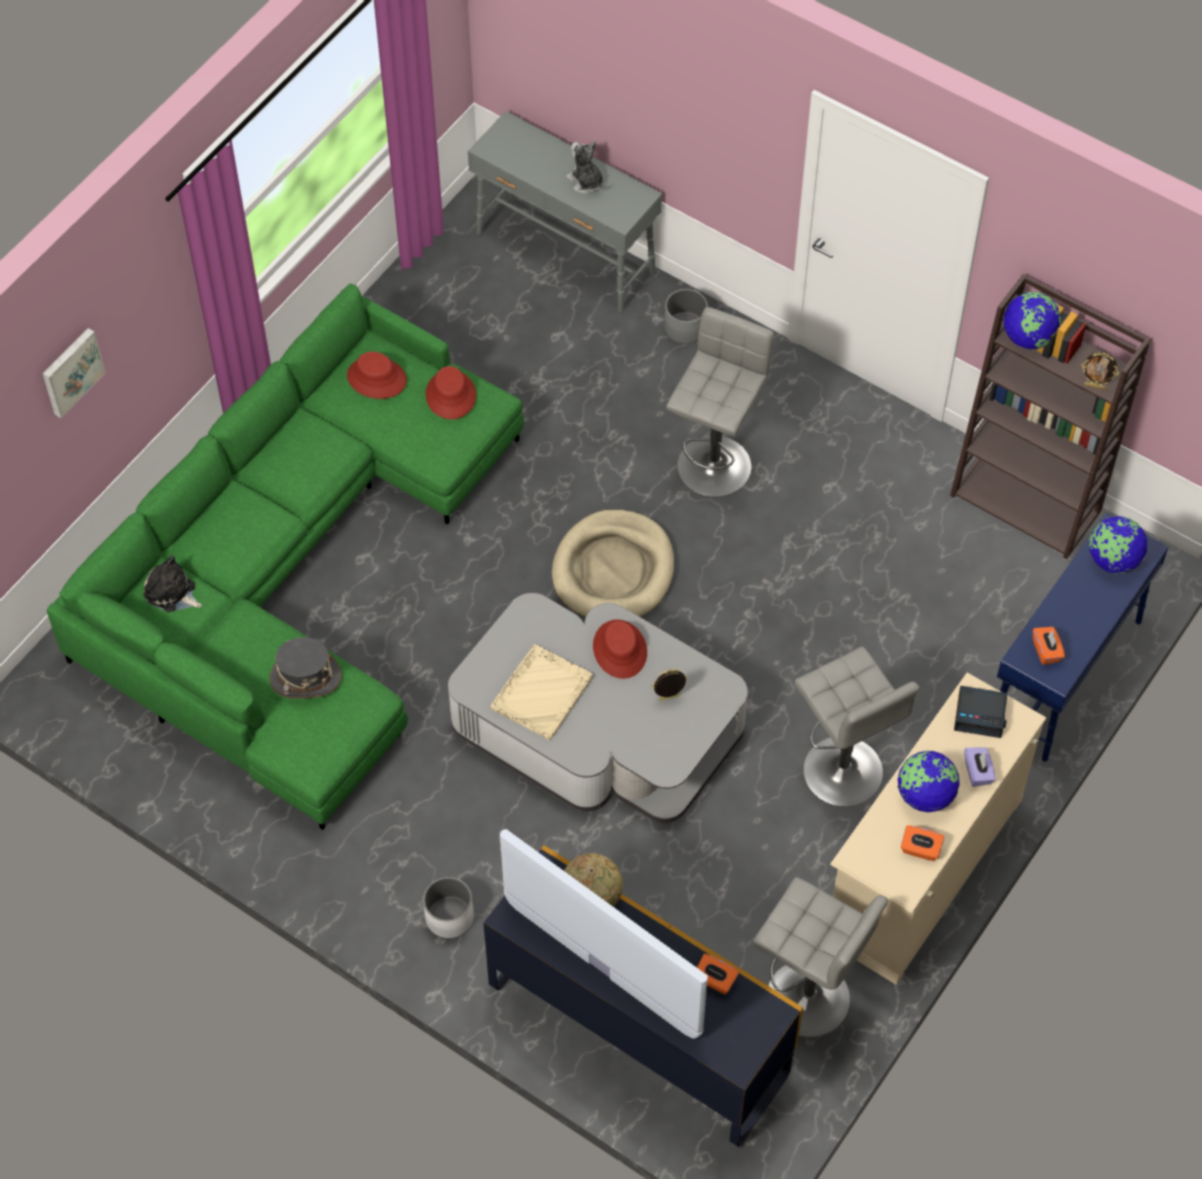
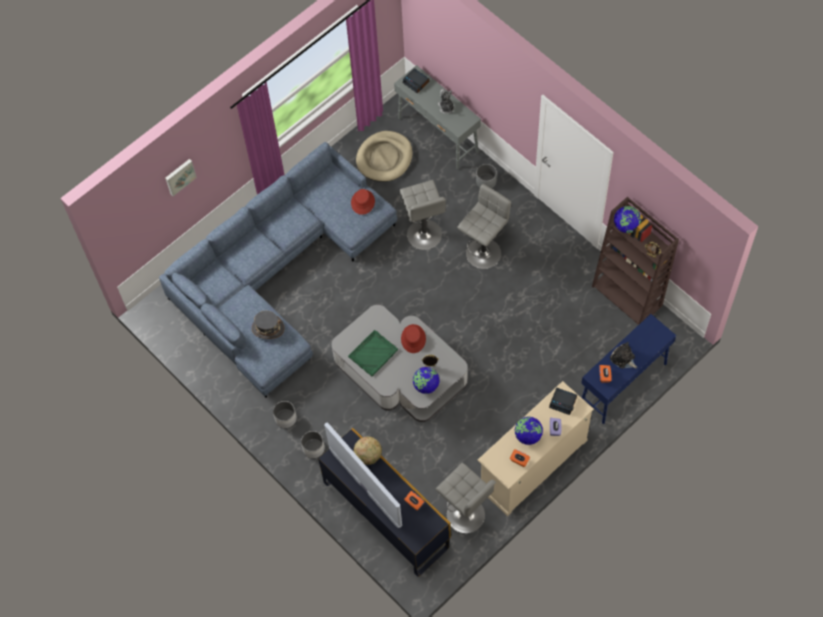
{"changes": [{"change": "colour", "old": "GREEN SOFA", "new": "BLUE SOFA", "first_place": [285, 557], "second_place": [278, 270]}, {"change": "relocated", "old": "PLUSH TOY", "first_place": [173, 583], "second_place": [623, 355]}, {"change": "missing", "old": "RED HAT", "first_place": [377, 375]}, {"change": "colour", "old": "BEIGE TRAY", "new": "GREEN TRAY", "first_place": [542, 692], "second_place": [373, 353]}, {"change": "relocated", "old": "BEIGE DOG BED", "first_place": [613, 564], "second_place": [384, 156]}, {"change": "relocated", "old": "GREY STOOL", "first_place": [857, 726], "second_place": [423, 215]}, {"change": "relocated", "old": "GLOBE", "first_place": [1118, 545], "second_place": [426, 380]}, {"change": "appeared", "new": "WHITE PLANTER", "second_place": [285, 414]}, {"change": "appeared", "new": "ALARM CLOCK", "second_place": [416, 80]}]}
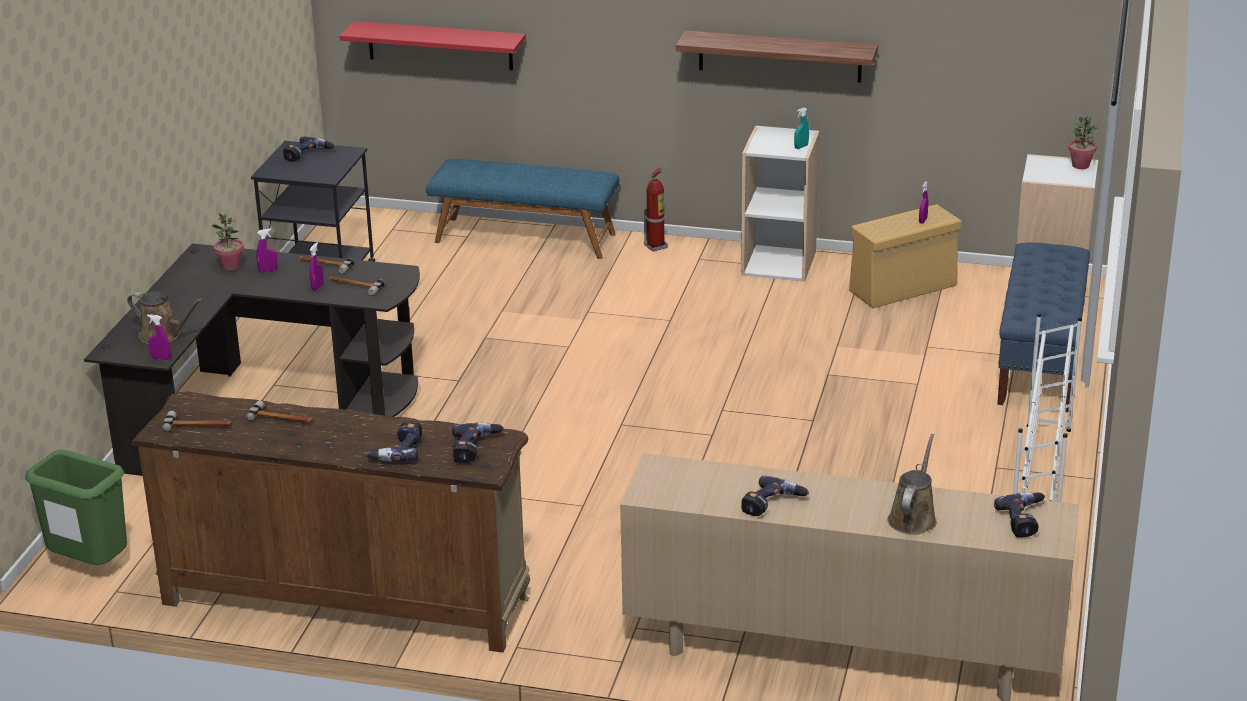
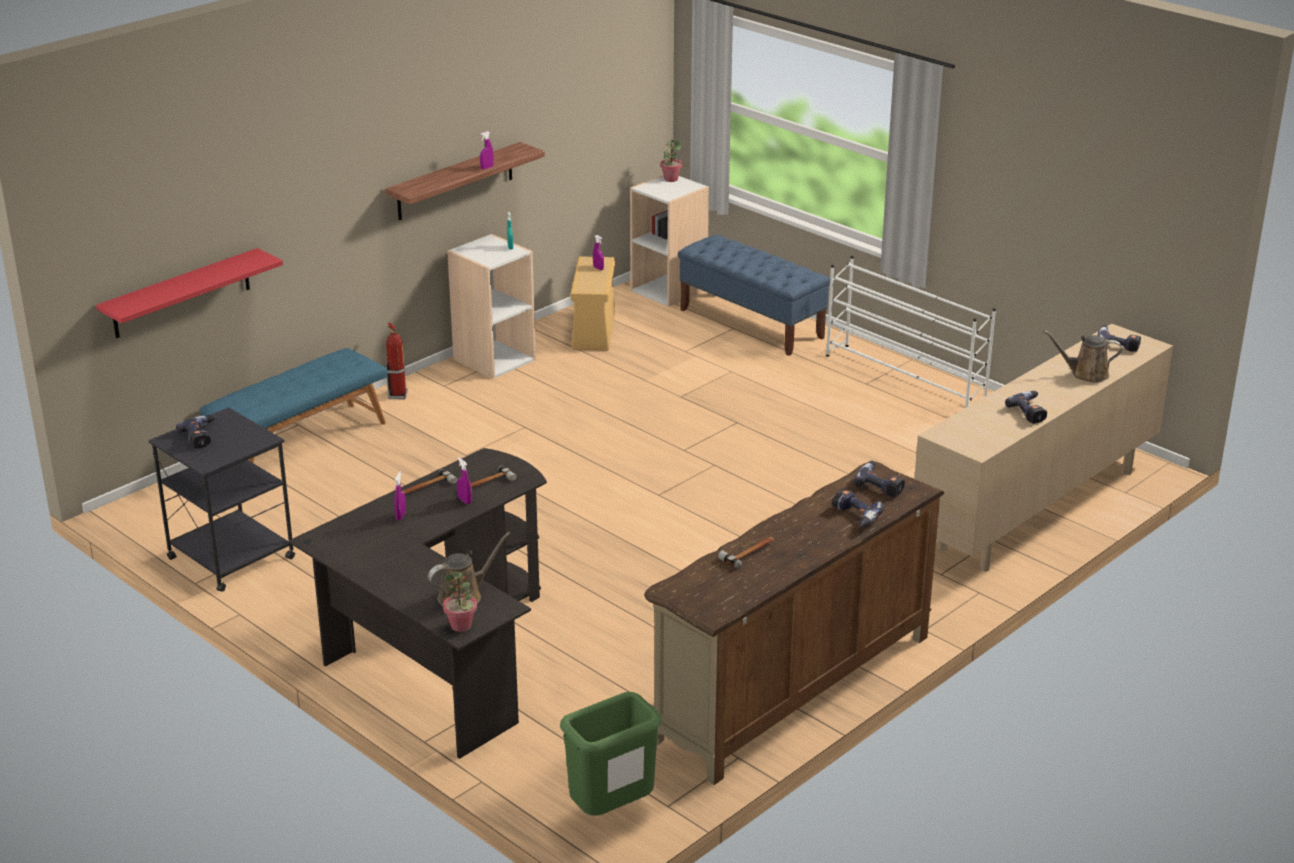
{"changes": [{"change": "relocated", "old": "PURPLE SPRAY BOTTLE", "first_place": [158, 337], "second_place": [487, 150]}, {"change": "missing", "old": "HAMMER", "first_place": [196, 421]}, {"change": "relocated", "old": "POTTED PLANT", "first_place": [228, 241], "second_place": [460, 601]}, {"change": "spun", "old": "BROWN WATERING CAN", "first_place": [912, 484], "second_place": [1082, 356], "degrees": -45}]}
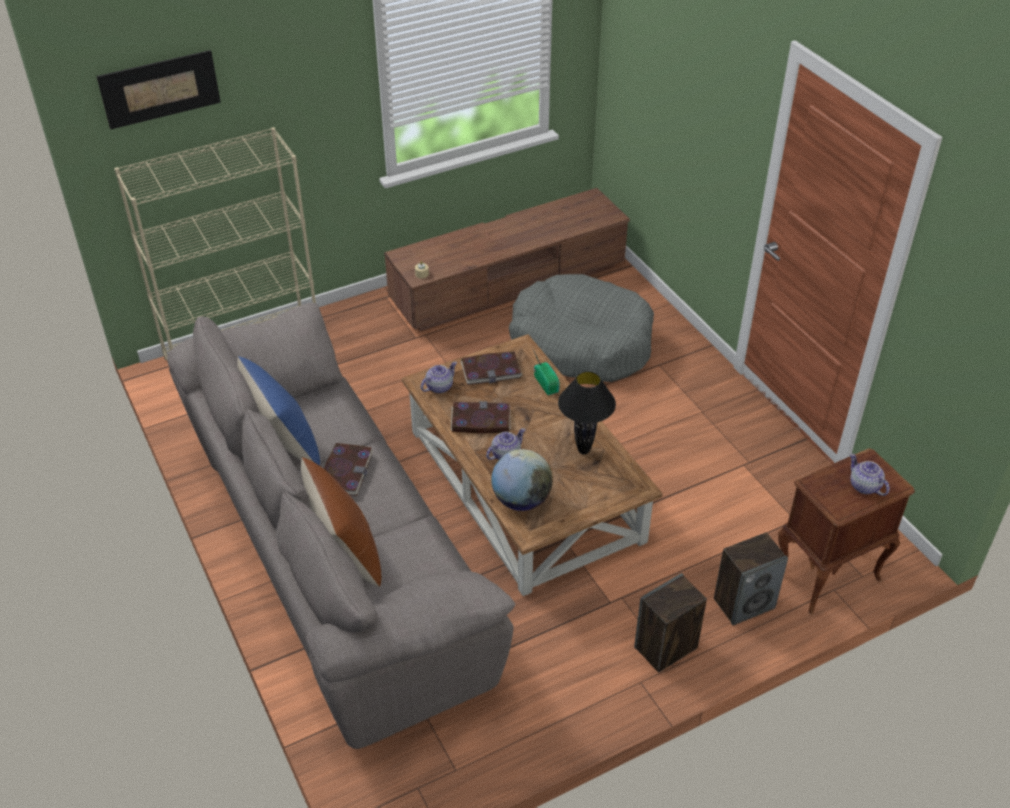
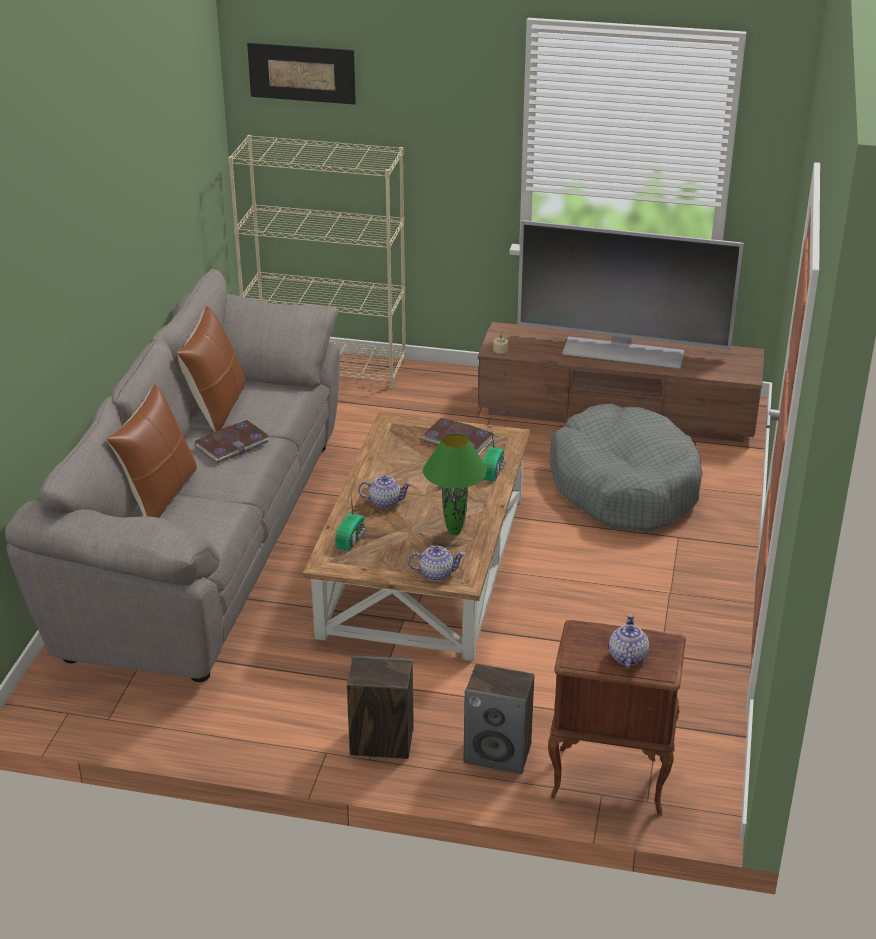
{"changes": [{"change": "colour", "old": "BLUE PILLOW", "new": "BROWN PILLOW", "first_place": [278, 411], "second_place": [211, 369]}, {"change": "relocated", "old": "TEAPOT", "first_place": [439, 377], "second_place": [436, 563]}, {"change": "missing", "old": "BOOK", "first_place": [481, 417]}, {"change": "exchanged", "old": "GLOBE", "new": "RADIO", "first_place": [522, 480], "second_place": [350, 523]}, {"change": "colour", "old": "BLACK TABLE LAMP", "new": "GREEN TABLE LAMP", "first_place": [587, 412], "second_place": [455, 484]}, {"change": "appeared", "new": "TELEVISION", "second_place": [630, 294]}]}
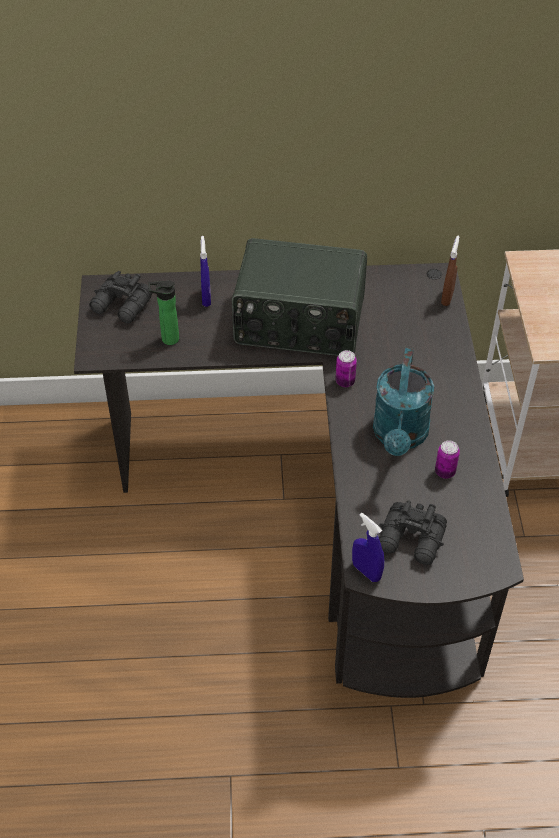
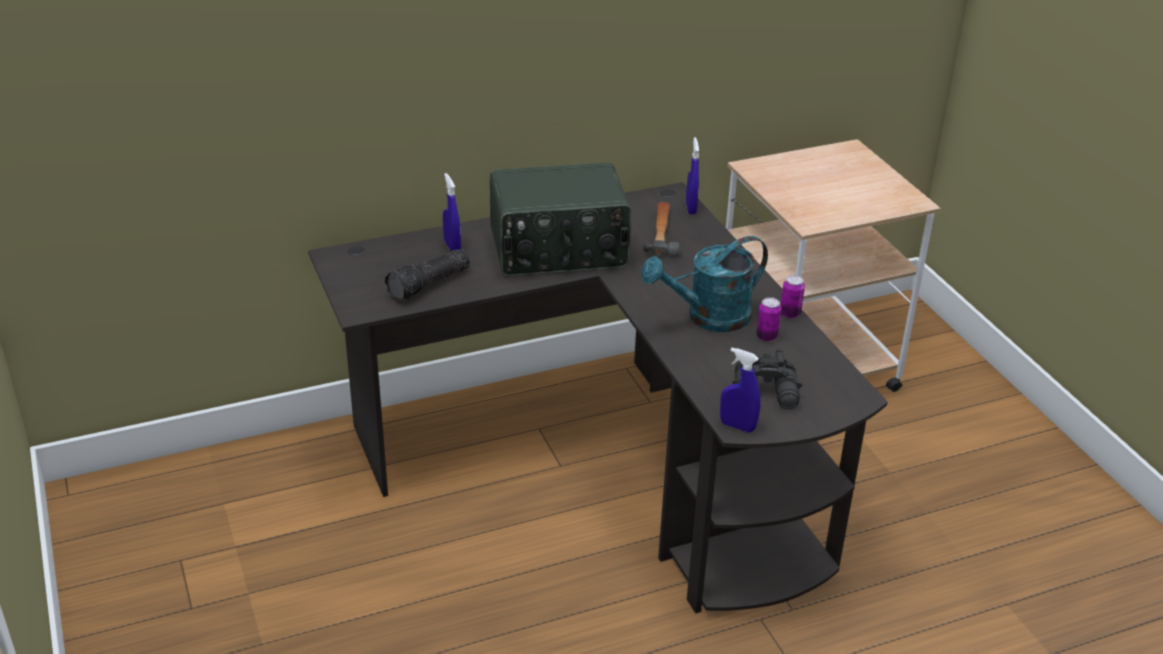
{"changes": [{"change": "missing", "old": "BLACK BINOCULARS", "first_place": [120, 297]}, {"change": "exchanged", "old": "BOTTLE", "new": "FLASHLIGHT", "first_place": [163, 312], "second_place": [427, 275]}, {"change": "relocated", "old": "CAN", "first_place": [346, 368], "second_place": [793, 296]}, {"change": "spun", "old": "TURQUOISE WATERING CAN", "first_place": [403, 402], "second_place": [704, 284], "degrees": 75}, {"change": "colour", "old": "BROWN SPRAY BOTTLE", "new": "BLUE SPRAY BOTTLE", "first_place": [450, 271], "second_place": [692, 175]}, {"change": "appeared", "new": "HAMMER", "second_place": [661, 229]}]}
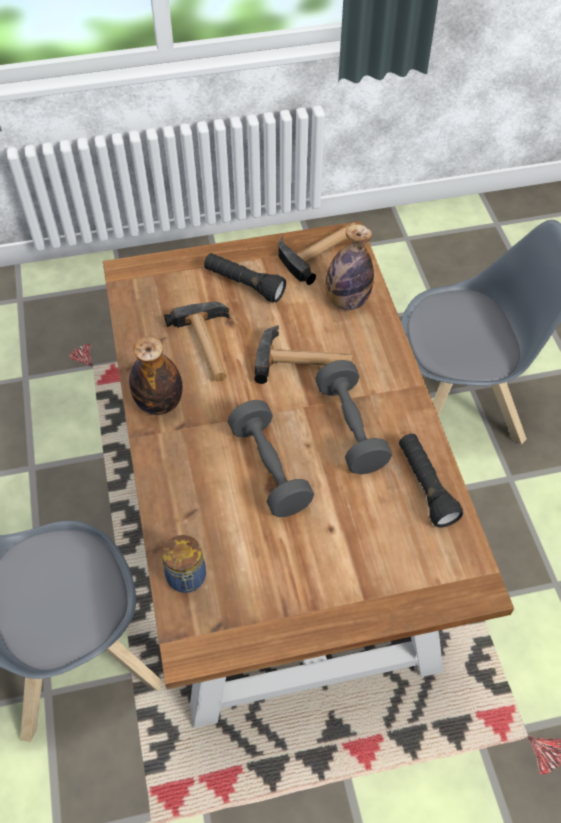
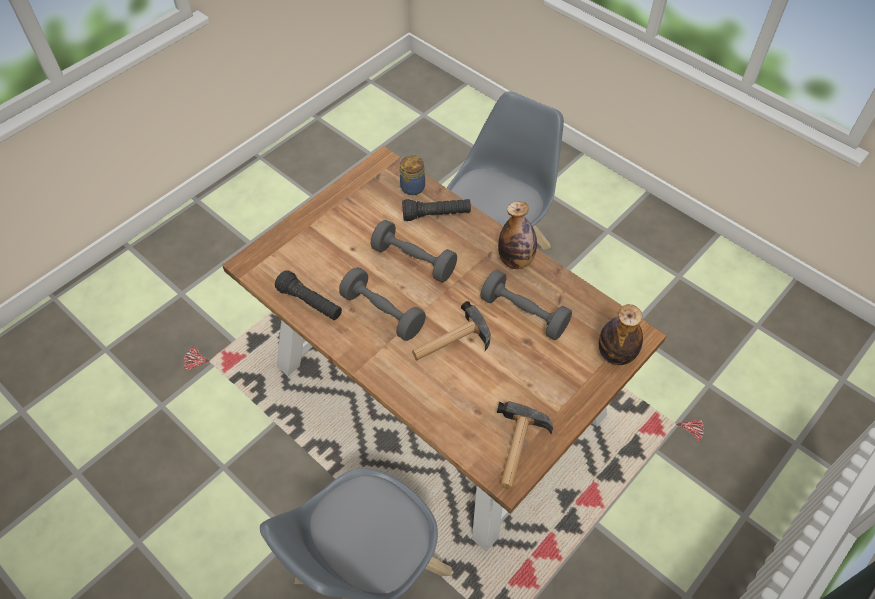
{"changes": [{"change": "exchanged", "old": "HAMMER", "new": "GREY DUMBBELL", "first_place": [196, 342], "second_place": [526, 305]}, {"change": "relocated", "old": "BLACK FLASHLIGHT", "first_place": [245, 277], "second_place": [436, 210]}, {"change": "relocated", "old": "BOTTLE", "first_place": [350, 267], "second_place": [621, 334]}]}
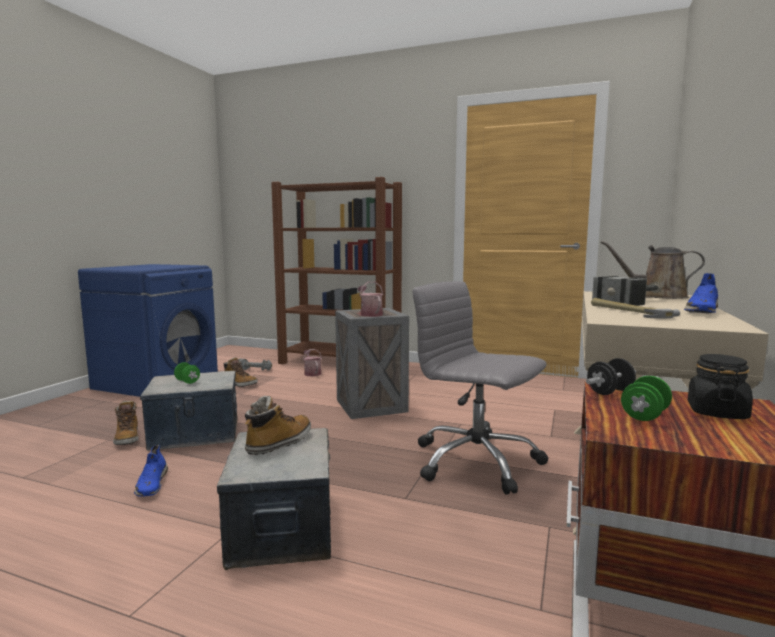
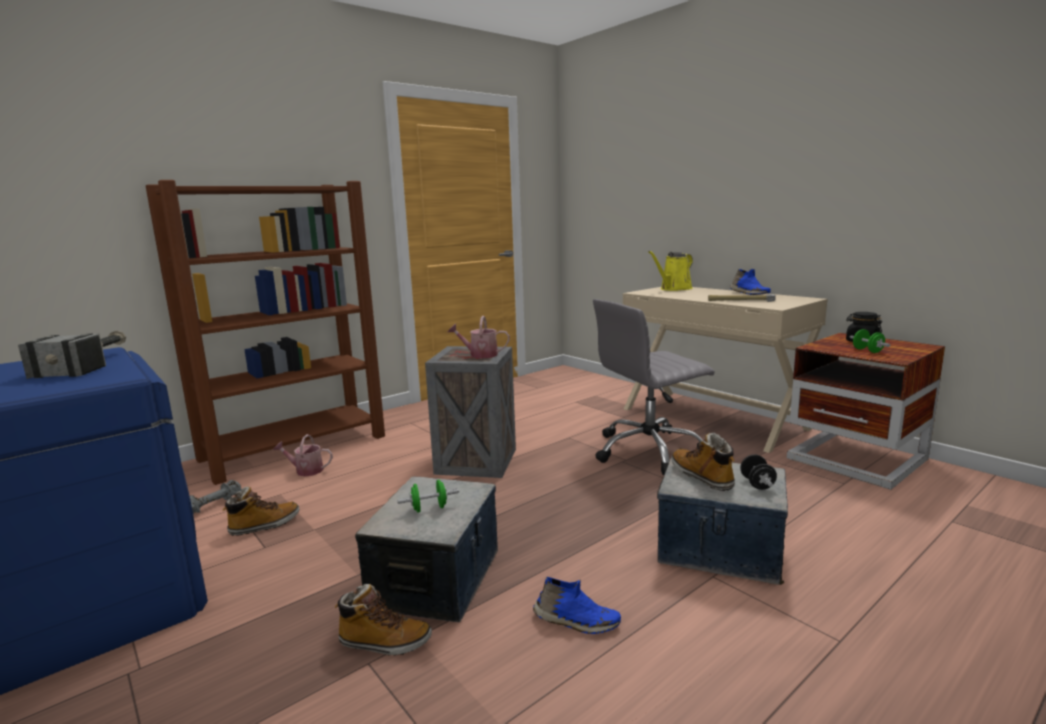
{"changes": [{"change": "relocated", "old": "BLACK DUMBBELL", "first_place": [611, 376], "second_place": [758, 472]}, {"change": "relocated", "old": "HAMMER", "first_place": [627, 291], "second_place": [72, 355]}, {"change": "colour", "old": "BROWN WATERING CAN", "new": "YELLOW WATERING CAN", "first_place": [652, 270], "second_place": [670, 271]}]}
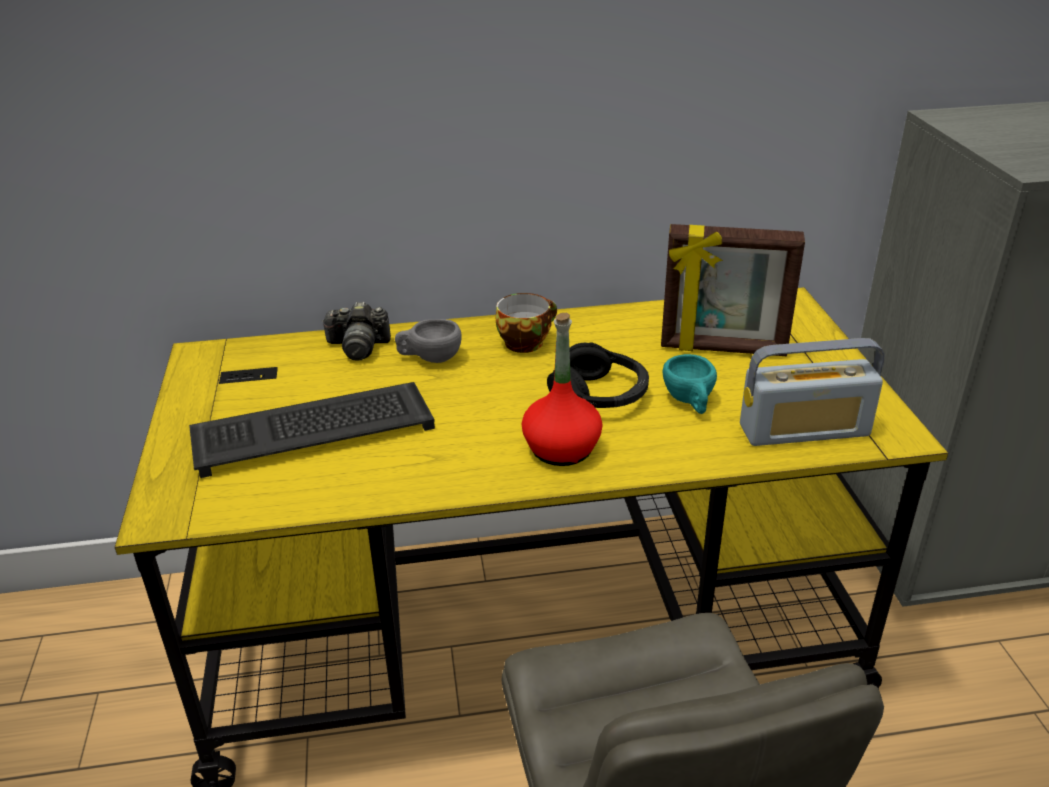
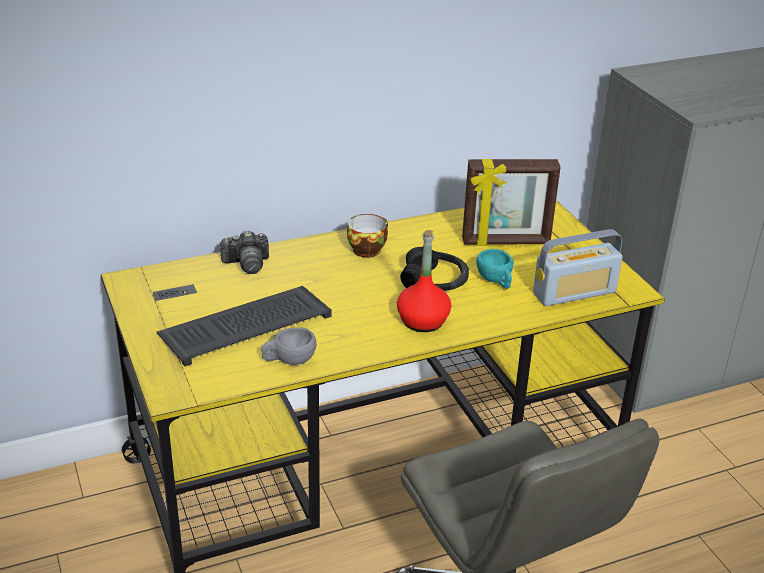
{"changes": [{"change": "relocated", "old": "GREY CUP", "first_place": [428, 341], "second_place": [289, 346]}]}
